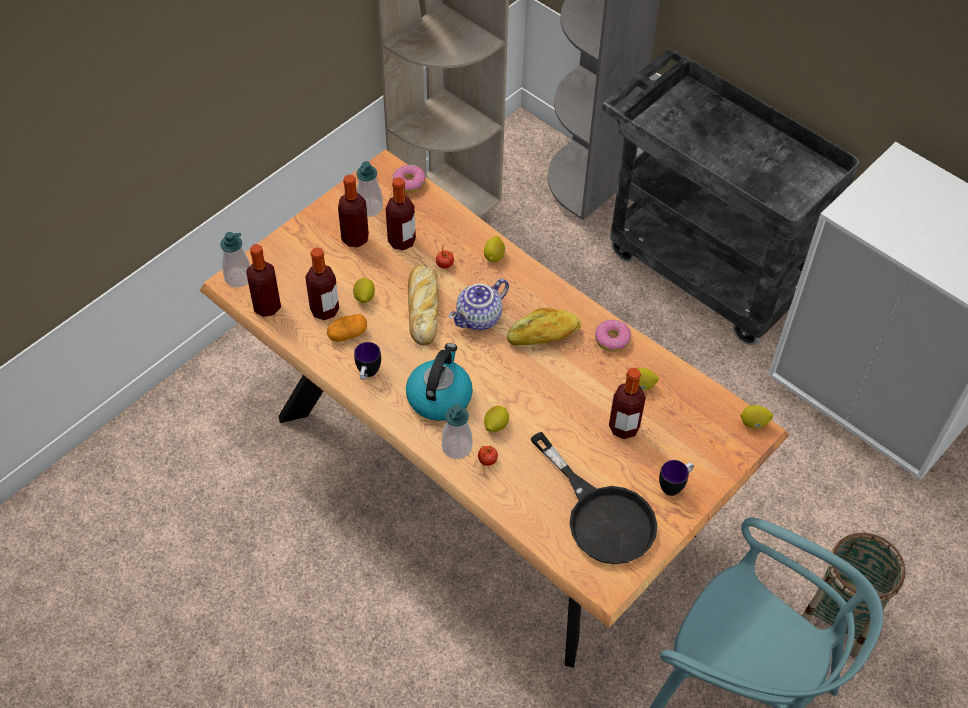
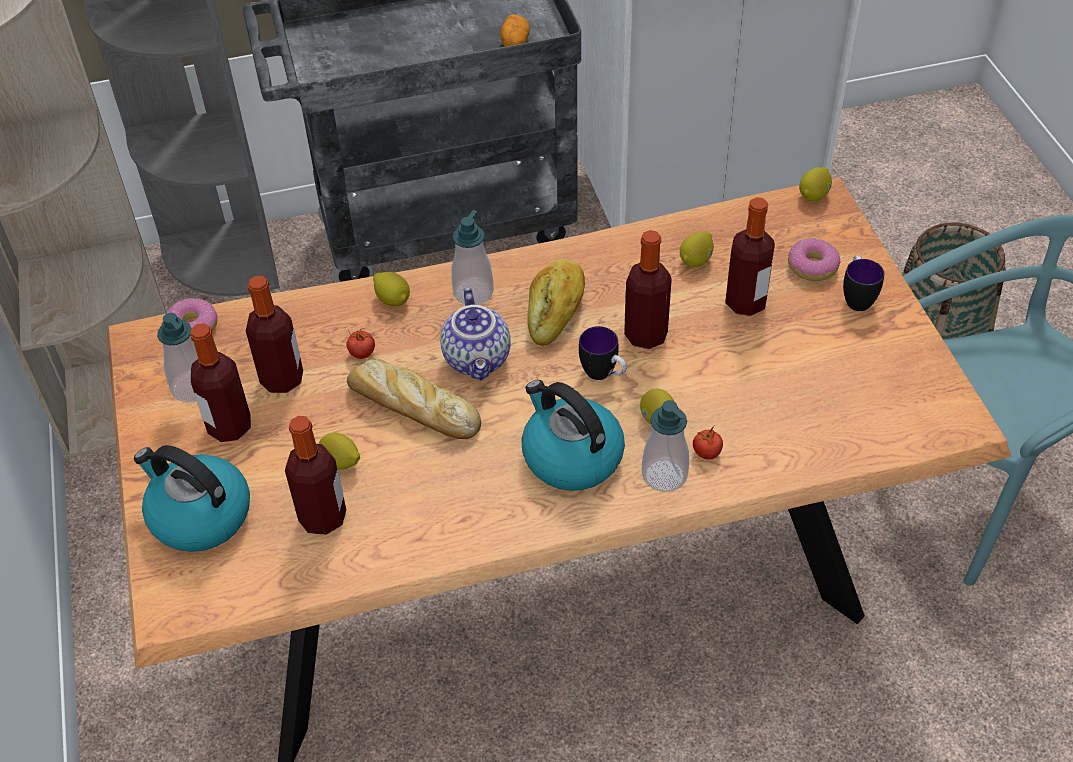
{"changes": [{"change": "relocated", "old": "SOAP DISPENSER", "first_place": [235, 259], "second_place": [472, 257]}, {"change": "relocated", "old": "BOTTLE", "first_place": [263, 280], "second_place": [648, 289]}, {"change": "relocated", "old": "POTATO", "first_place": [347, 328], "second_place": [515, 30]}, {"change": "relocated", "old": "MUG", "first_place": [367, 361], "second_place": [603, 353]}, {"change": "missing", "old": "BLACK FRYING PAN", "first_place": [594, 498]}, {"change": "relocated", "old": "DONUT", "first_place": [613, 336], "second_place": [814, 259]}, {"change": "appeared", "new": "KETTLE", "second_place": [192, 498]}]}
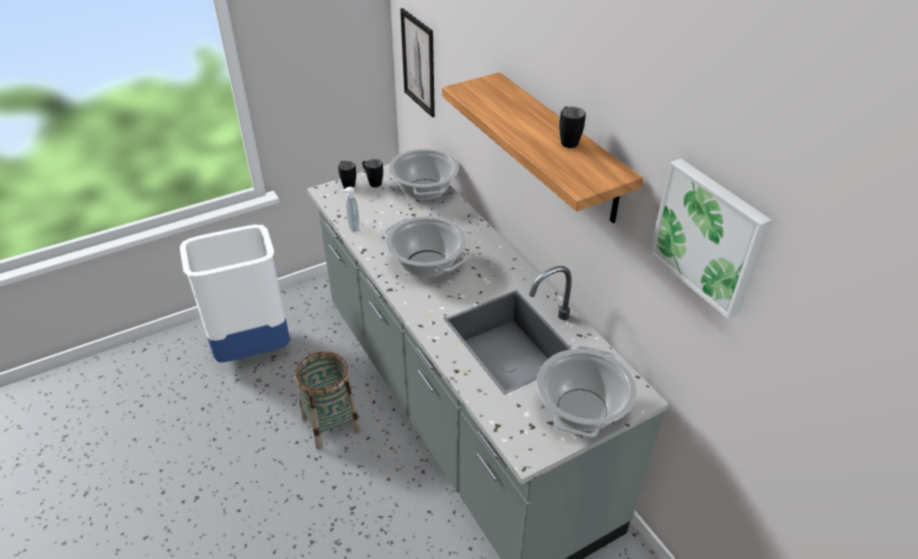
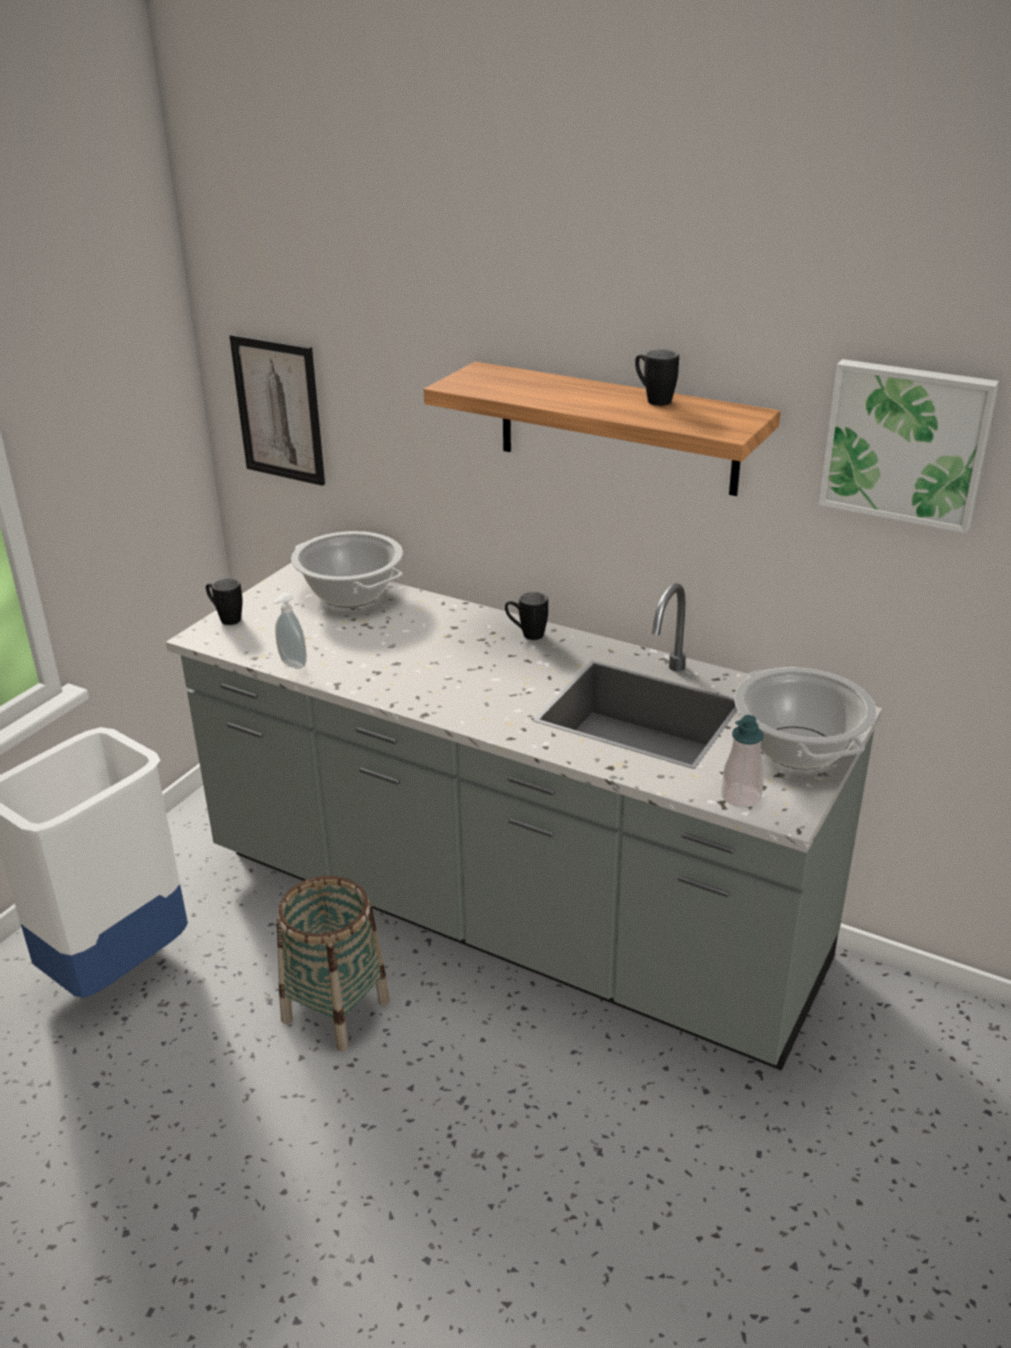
{"changes": [{"change": "relocated", "old": "BLACK MUG", "first_place": [372, 173], "second_place": [526, 616]}, {"change": "missing", "old": "COOKING POT", "first_place": [427, 247]}, {"change": "appeared", "new": "SOAP DISPENSER", "second_place": [742, 761]}]}
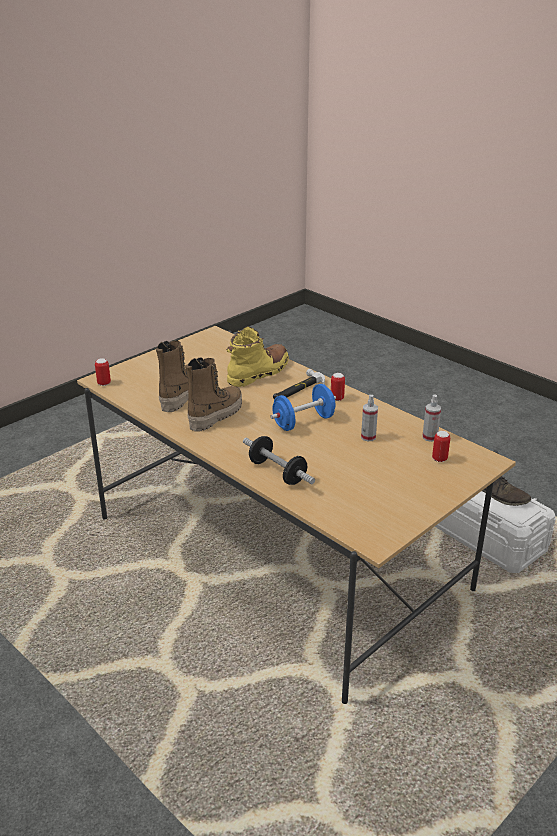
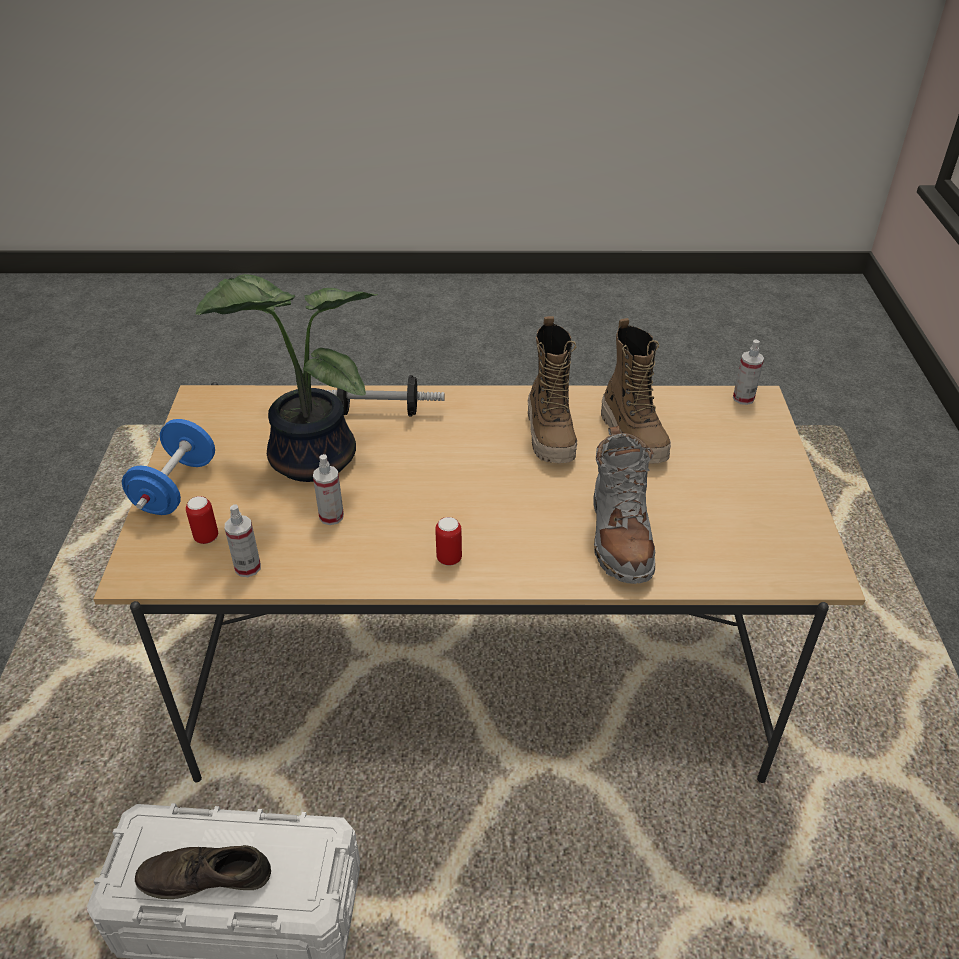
{"changes": [{"change": "exchanged", "old": "CAN", "new": "SPRAY BOTTLE", "first_place": [103, 372], "second_place": [748, 372]}, {"change": "colour", "old": "YELLOW BOOT", "new": "GREY BOOT", "first_place": [258, 357], "second_place": [624, 505]}, {"change": "relocated", "old": "BLUE DUMBBELL", "first_place": [303, 407], "second_place": [168, 467]}, {"change": "missing", "old": "HAMMER", "first_place": [299, 384]}, {"change": "appeared", "new": "POTTED PLANT", "second_place": [286, 378]}]}
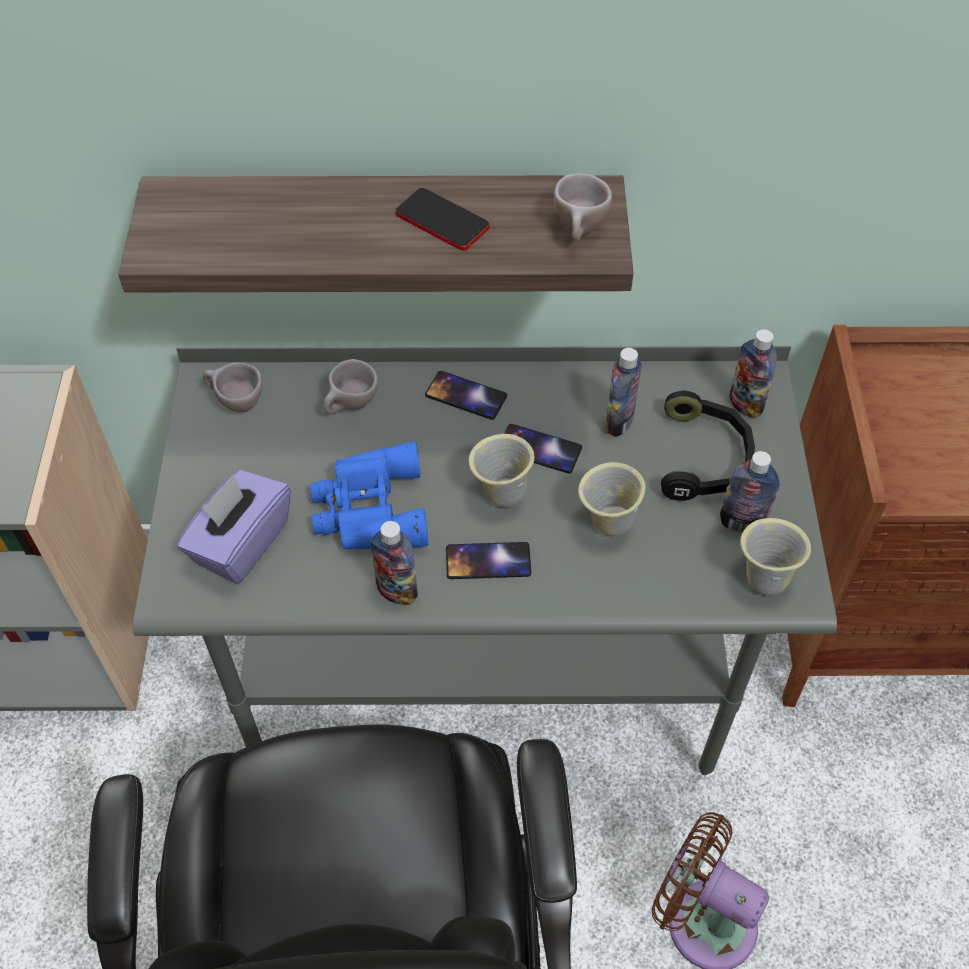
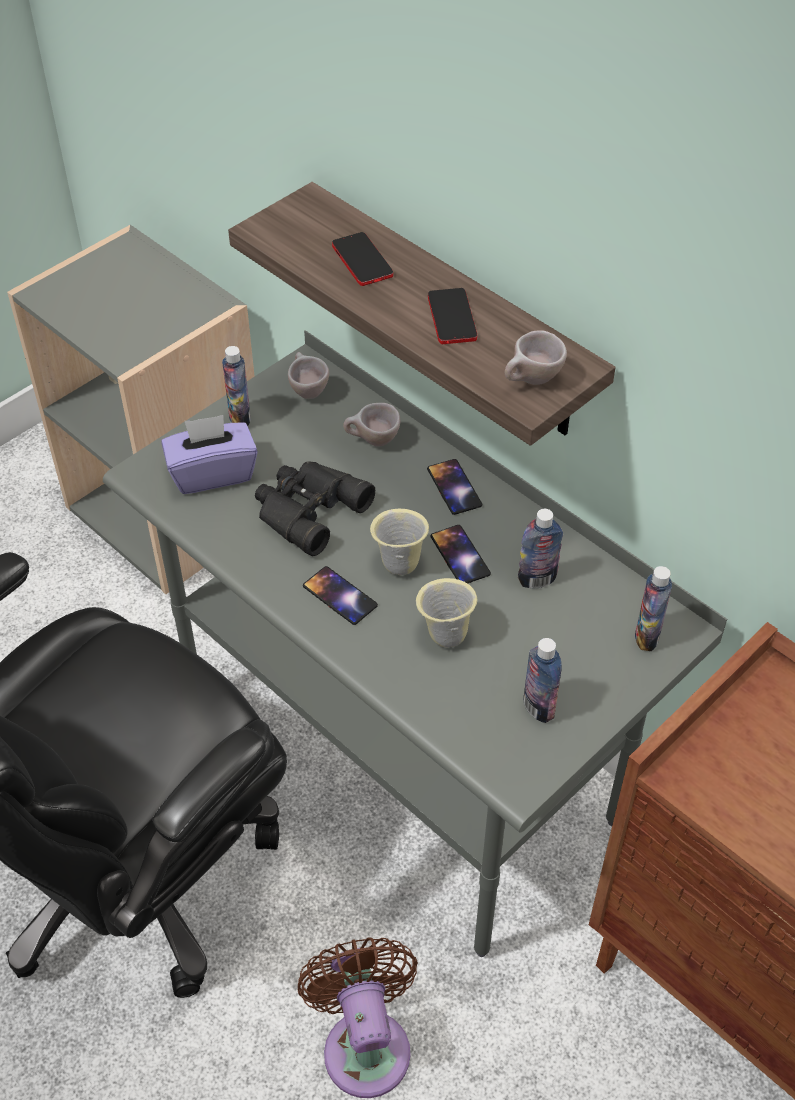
{"changes": [{"change": "colour", "old": "BLUE BINOCULARS", "new": "BLACK BINOCULARS", "first_place": [369, 495], "second_place": [315, 508]}, {"change": "relocated", "old": "BOTTLE", "first_place": [394, 563], "second_place": [236, 386]}, {"change": "missing", "old": "BLACK HEADPHONES", "first_place": [708, 446]}, {"change": "missing", "old": "BEIGE MUG", "first_place": [775, 556]}, {"change": "appeared", "new": "PHONE", "second_place": [362, 259]}]}
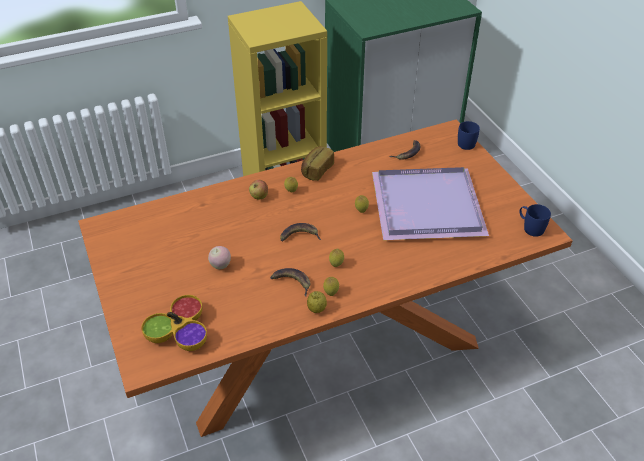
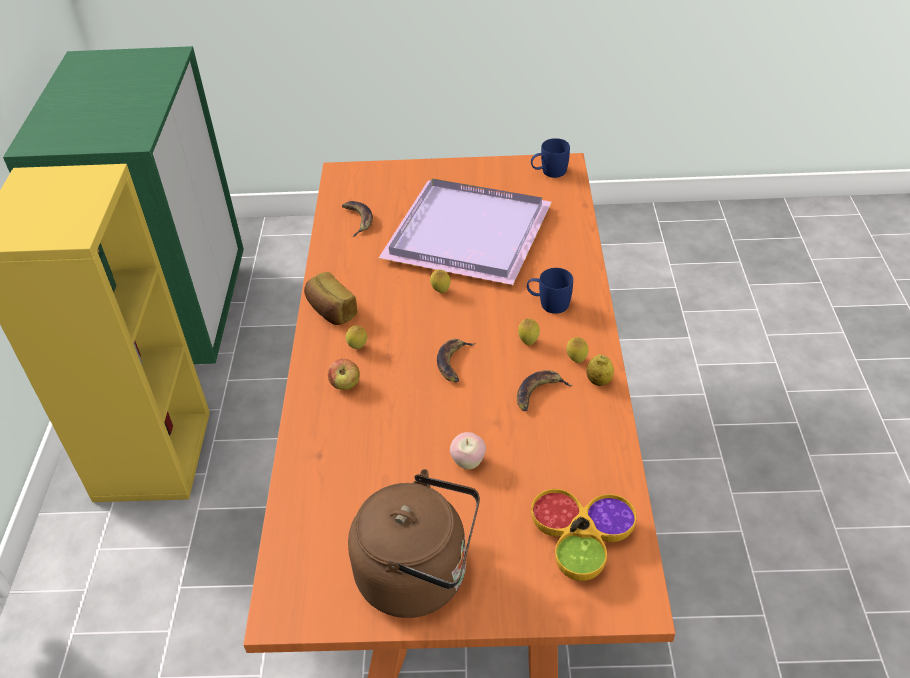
{"changes": [{"change": "relocated", "old": "BLUE MUG", "first_place": [469, 135], "second_place": [550, 291]}, {"change": "appeared", "new": "BROWN KETTLE", "second_place": [414, 543]}]}
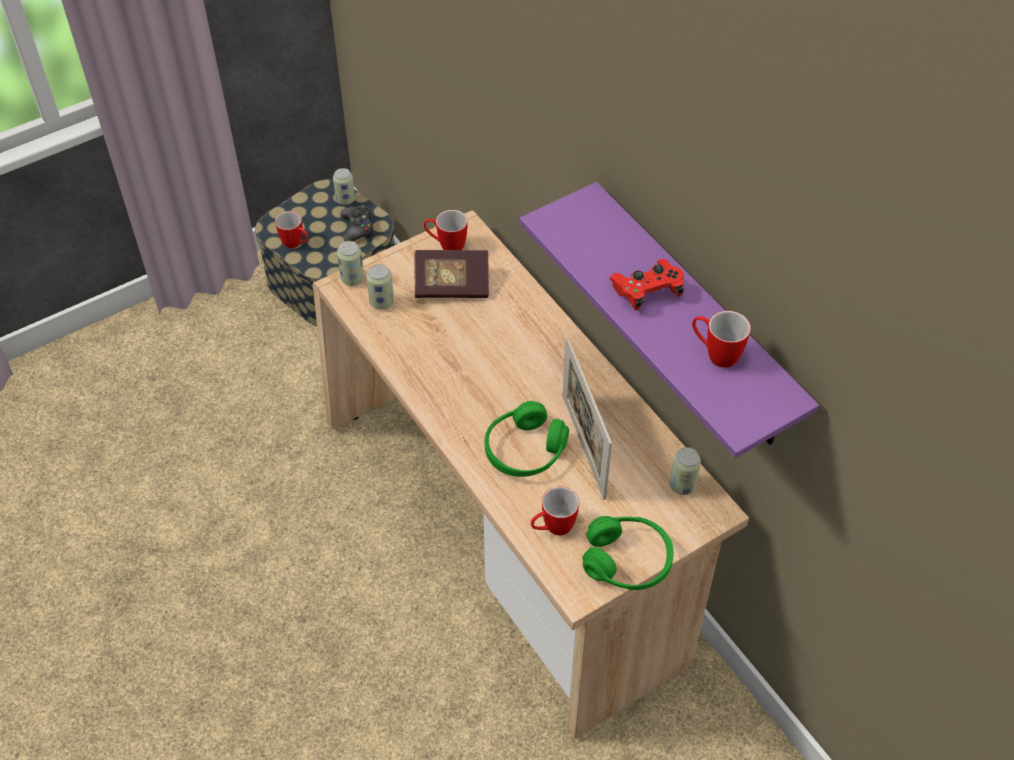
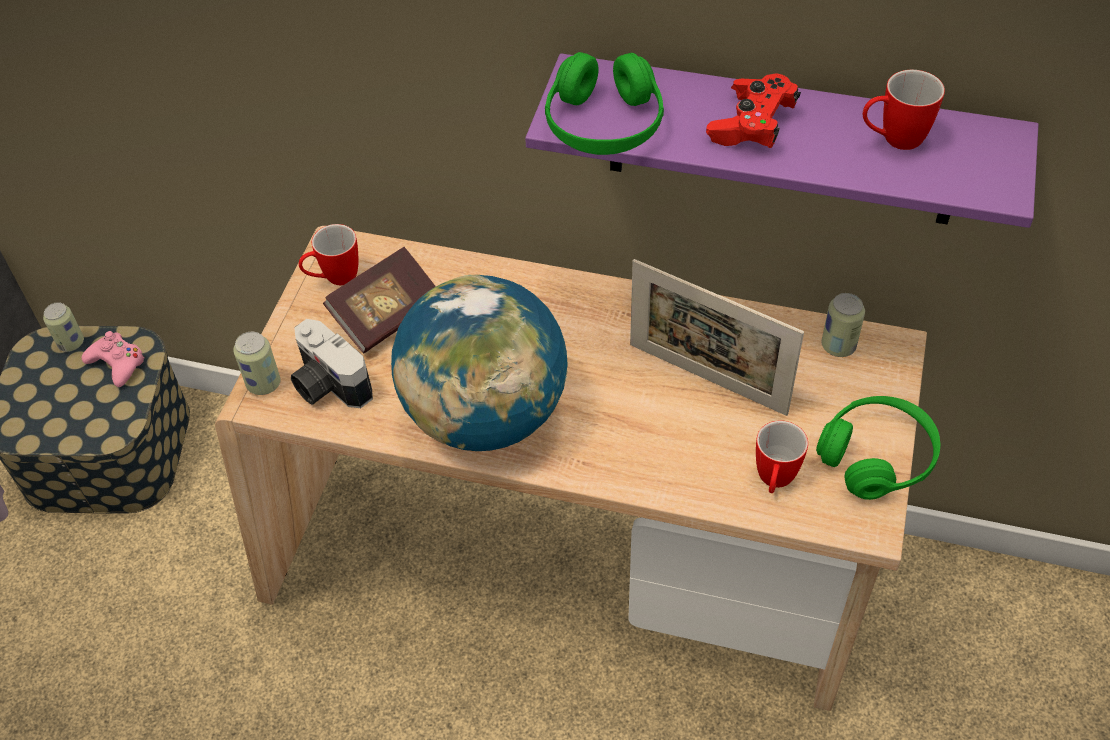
{"changes": [{"change": "missing", "old": "MUG", "first_place": [291, 229]}, {"change": "colour", "old": "BLACK GAME CONTROLLER", "new": "PINK GAME CONTROLLER", "first_place": [357, 223], "second_place": [113, 359]}, {"change": "exchanged", "old": "CAN", "new": "PHOTO CAMERA", "first_place": [380, 286], "second_place": [332, 363]}, {"change": "relocated", "old": "GREEN HEADPHONES", "first_place": [527, 439], "second_place": [604, 103]}, {"change": "appeared", "new": "GLOBE", "second_place": [479, 363]}]}
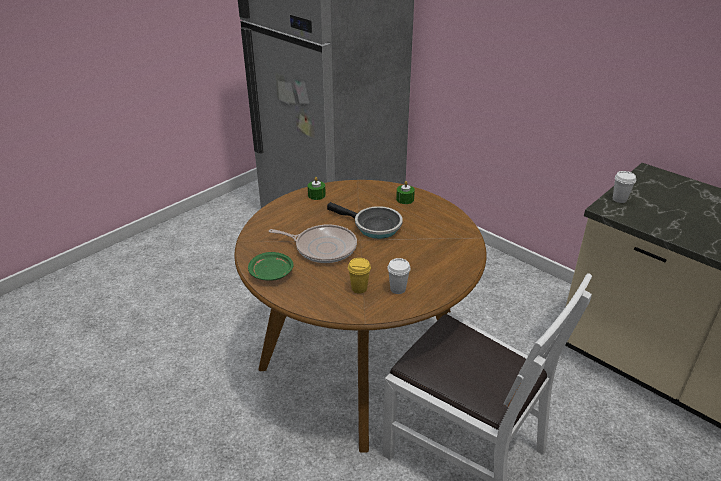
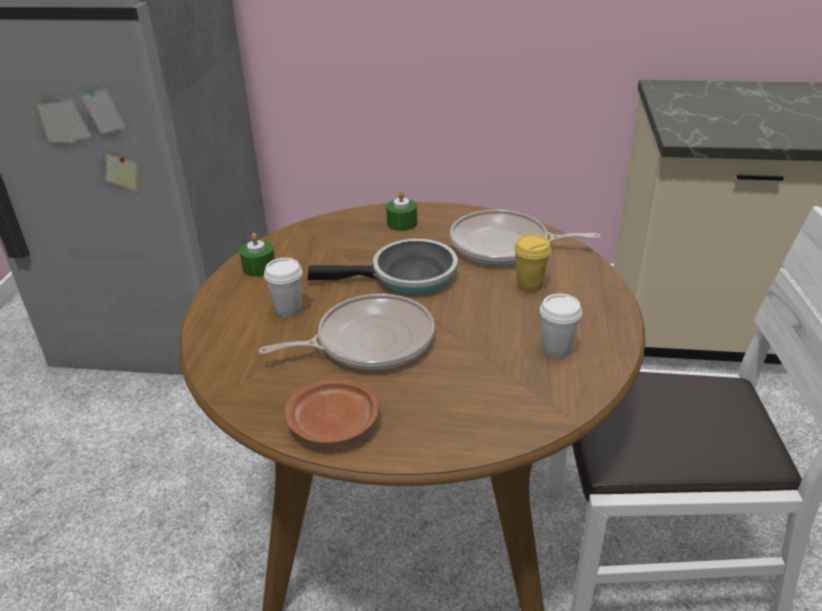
{"changes": [{"change": "colour", "old": "GREEN PLATE", "new": "BROWN PLATE", "first_place": [271, 266], "second_place": [331, 411]}, {"change": "relocated", "old": "YELLOW CUP", "first_place": [359, 276], "second_place": [532, 263]}, {"change": "relocated", "old": "WHITE CUP", "first_place": [624, 187], "second_place": [283, 287]}, {"change": "appeared", "new": "FRYING PAN", "second_place": [525, 237]}]}
